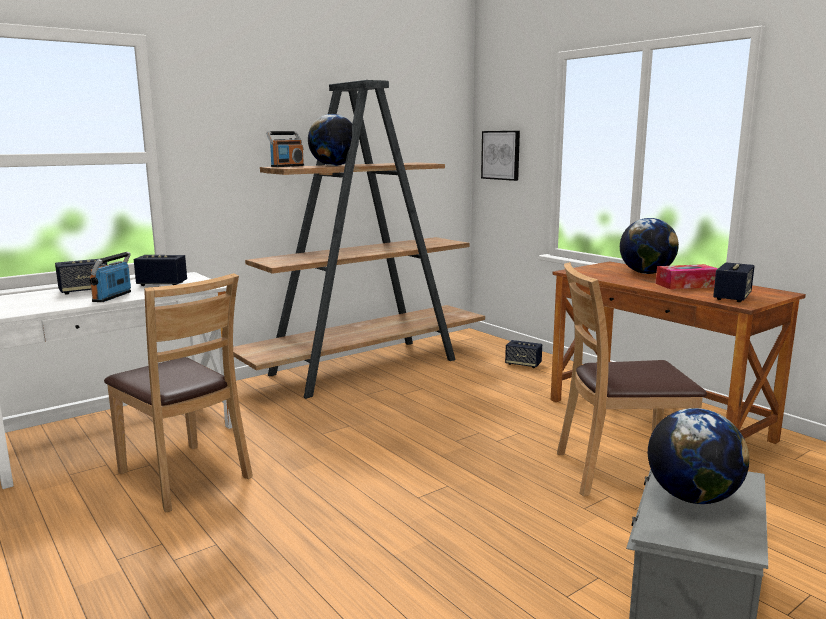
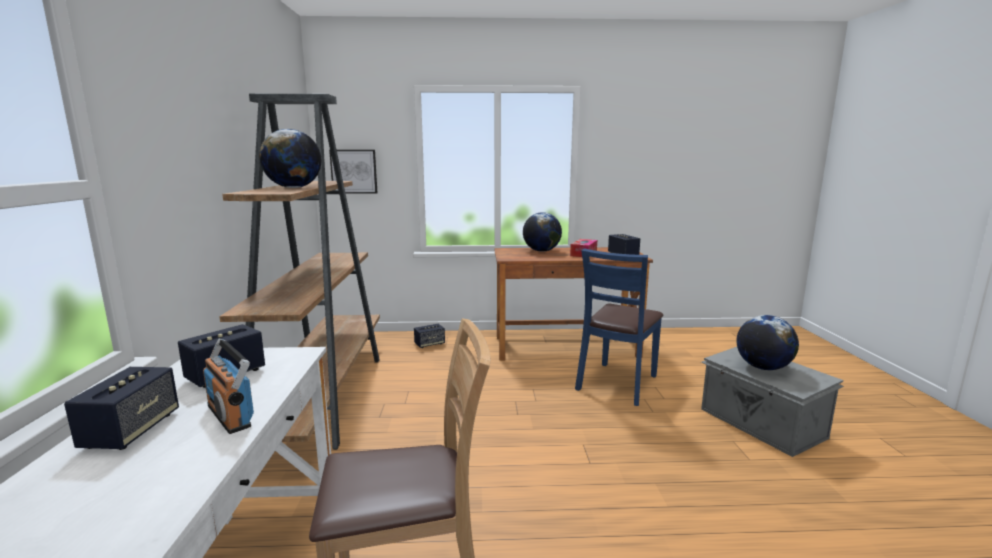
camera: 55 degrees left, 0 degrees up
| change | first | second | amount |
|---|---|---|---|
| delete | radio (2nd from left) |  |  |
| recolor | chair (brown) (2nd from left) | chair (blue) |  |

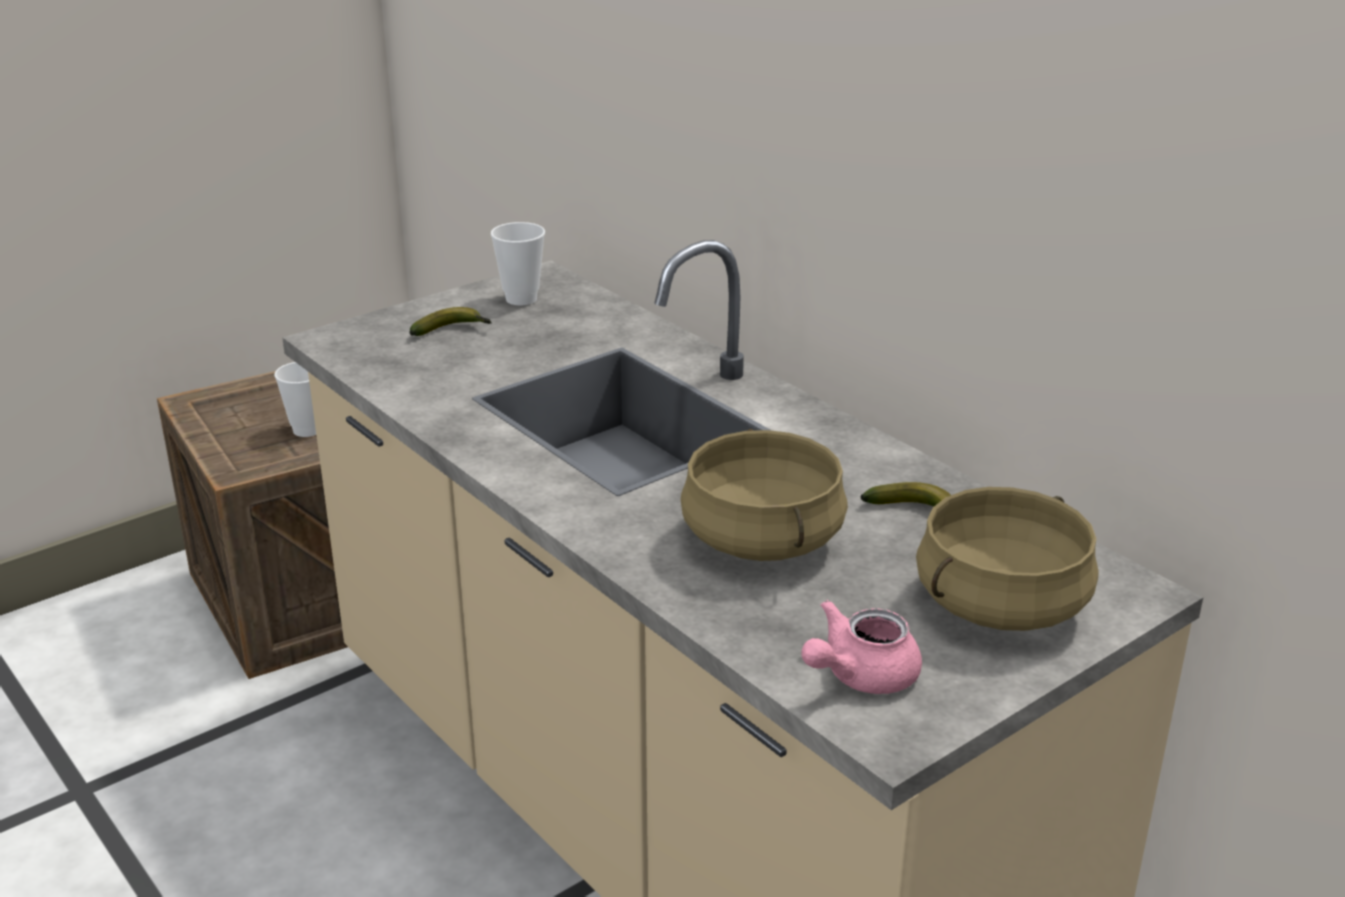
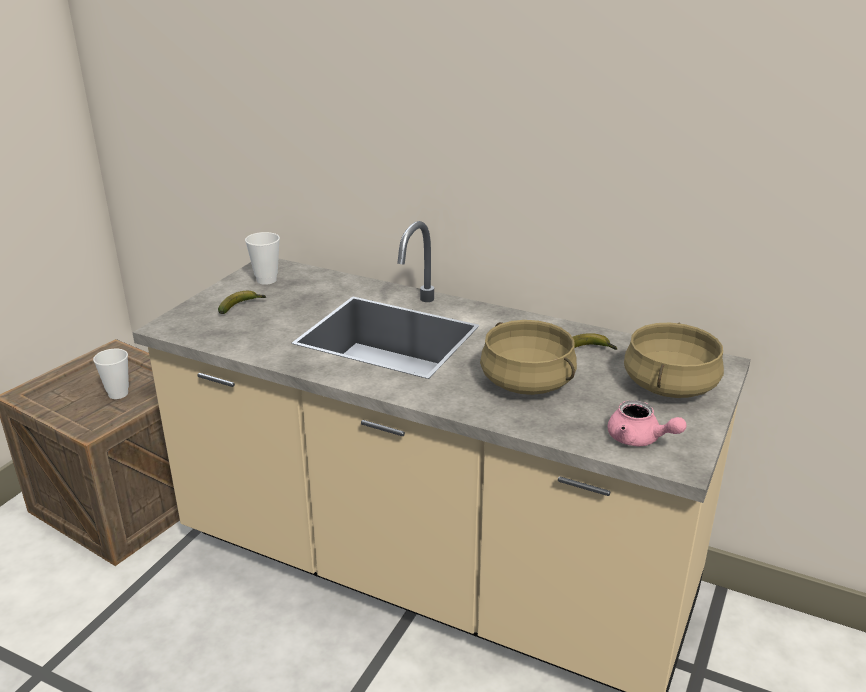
camera: 25 degrees left, 0 degrees up
| change | first | second | amount |
|---|---|---|---|
| rotate | teapot (pink) |  | 75 degrees counterclockwise |

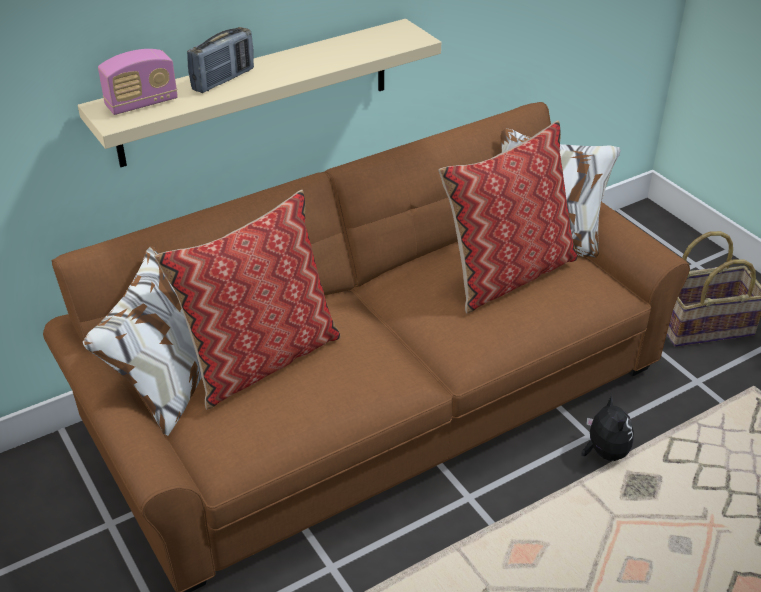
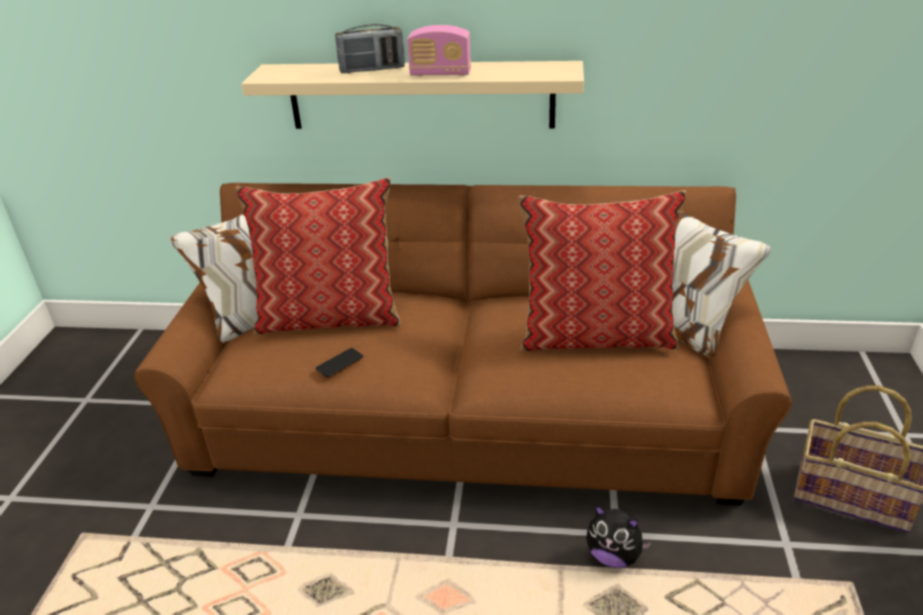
camera: 40 degrees right, 5 degrees down
| change | first | second | amount |
|---|---|---|---|
| insert |  | phone |  |
| move | radio (1st from left in the first image) | radio (2nd from left) |  |
| rotate | plush toy |  | 90 degrees clockwise |

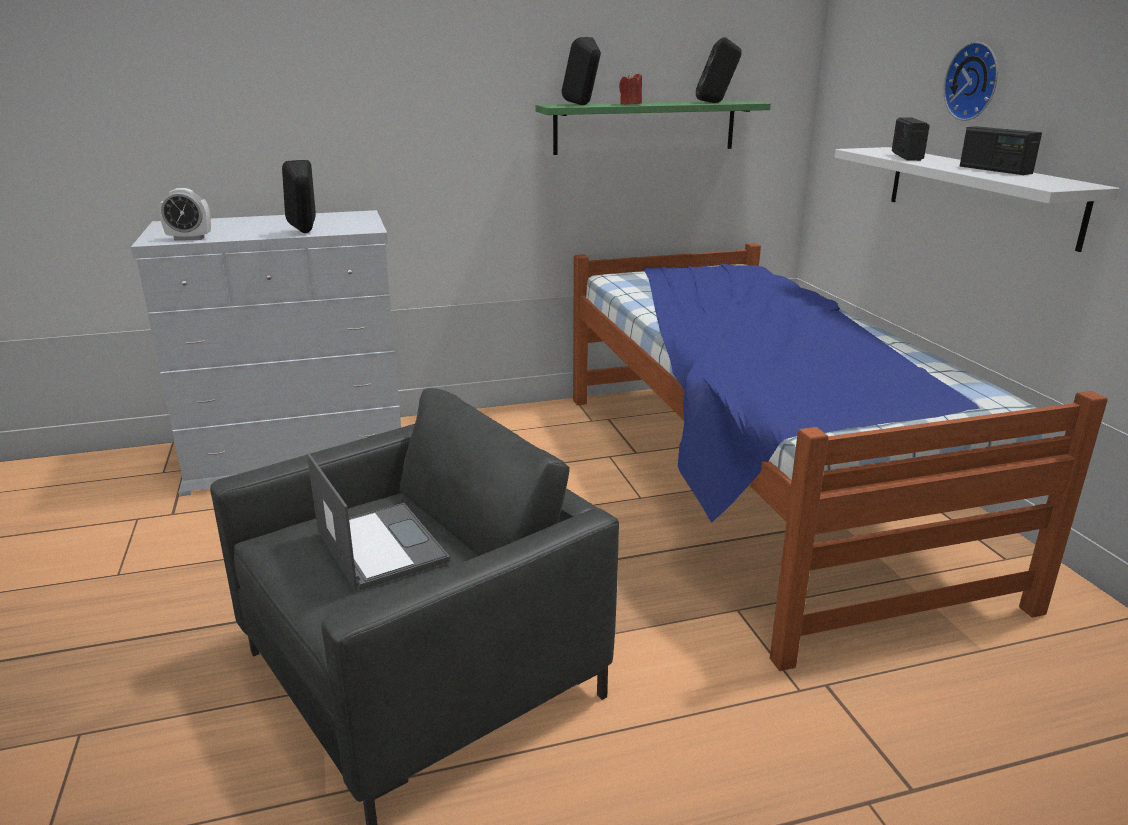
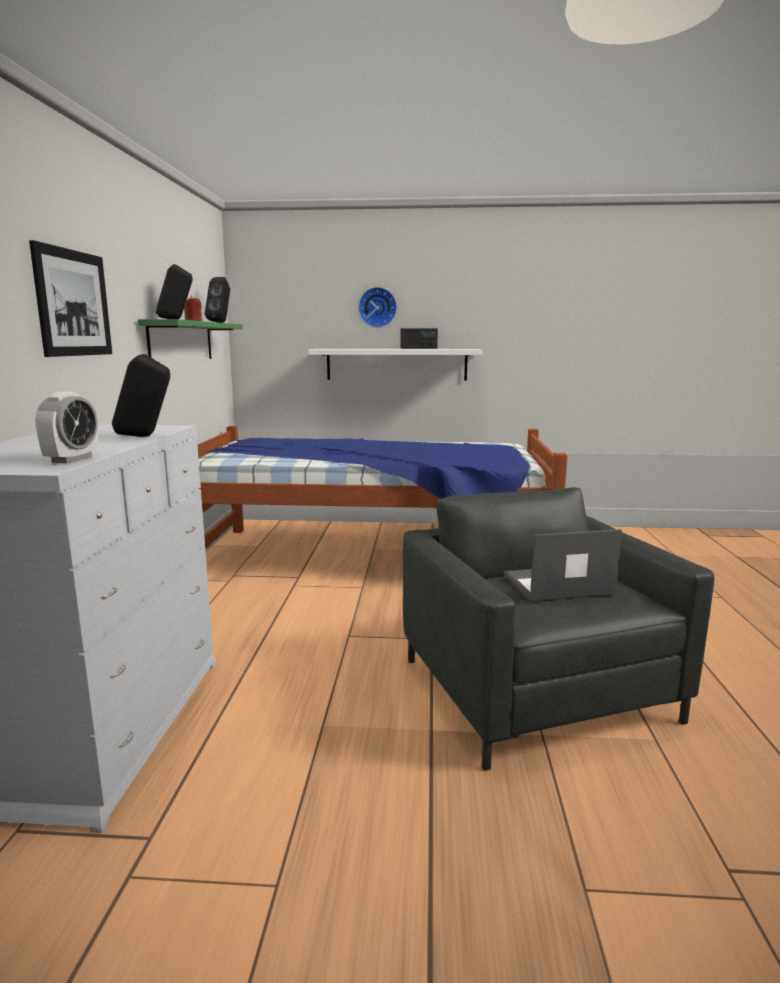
camera: 70 degrees left, 10 degrees down
| change | first | second | amount |
|---|---|---|---|
| delete | radio (1st from left) |  |  |
| insert |  | picture |  |

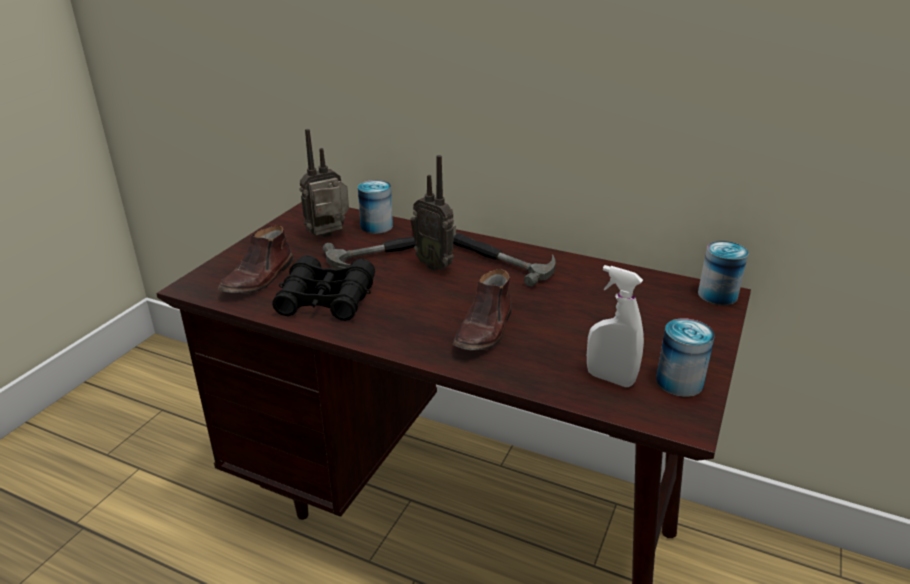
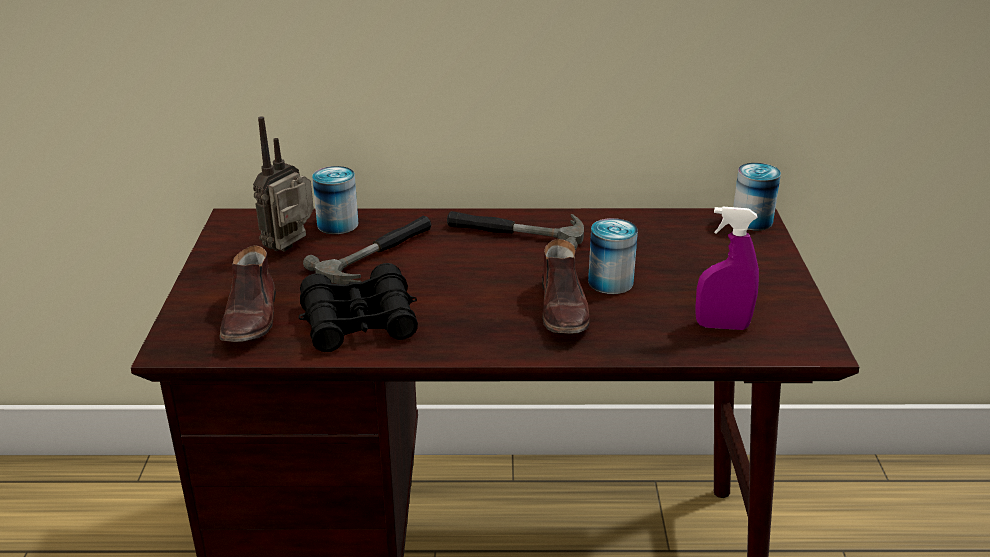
camera: 25 degrees left, 0 degrees up
| change | first | second | amount |
|---|---|---|---|
| delete | radio (2nd from left) |  |  |
| move | can (2nd from left) |  |  |
| recolor | spray bottle (white) | spray bottle (purple) |  |

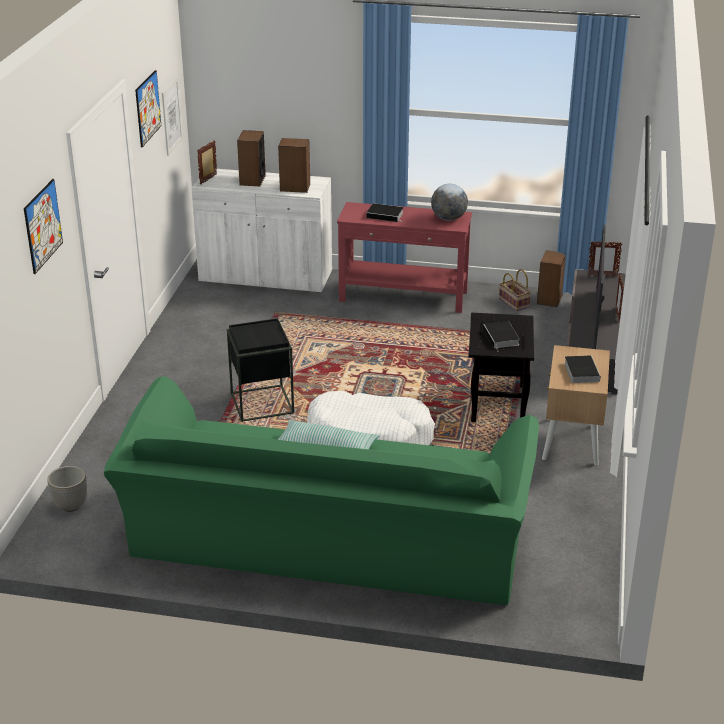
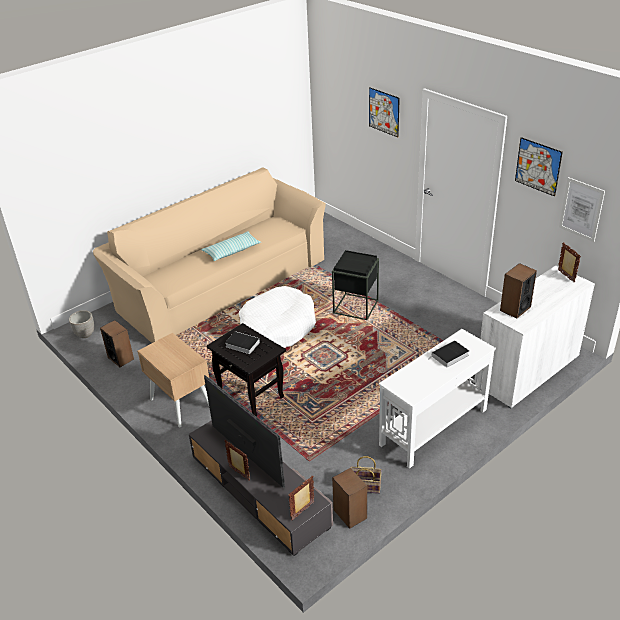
camera: 130 degrees right, 5 degrees up
| change | first | second | amount |
|---|---|---|---|
| delete | globe |  |  |
| delete | book (3rd from left) |  |  |
| move | planter |  |  |
| move | speaker (1st from left) |  |  |
| recolor | sofa (green) | sofa (beige) |  |
| recolor | console table (red) | console table (white) |  |

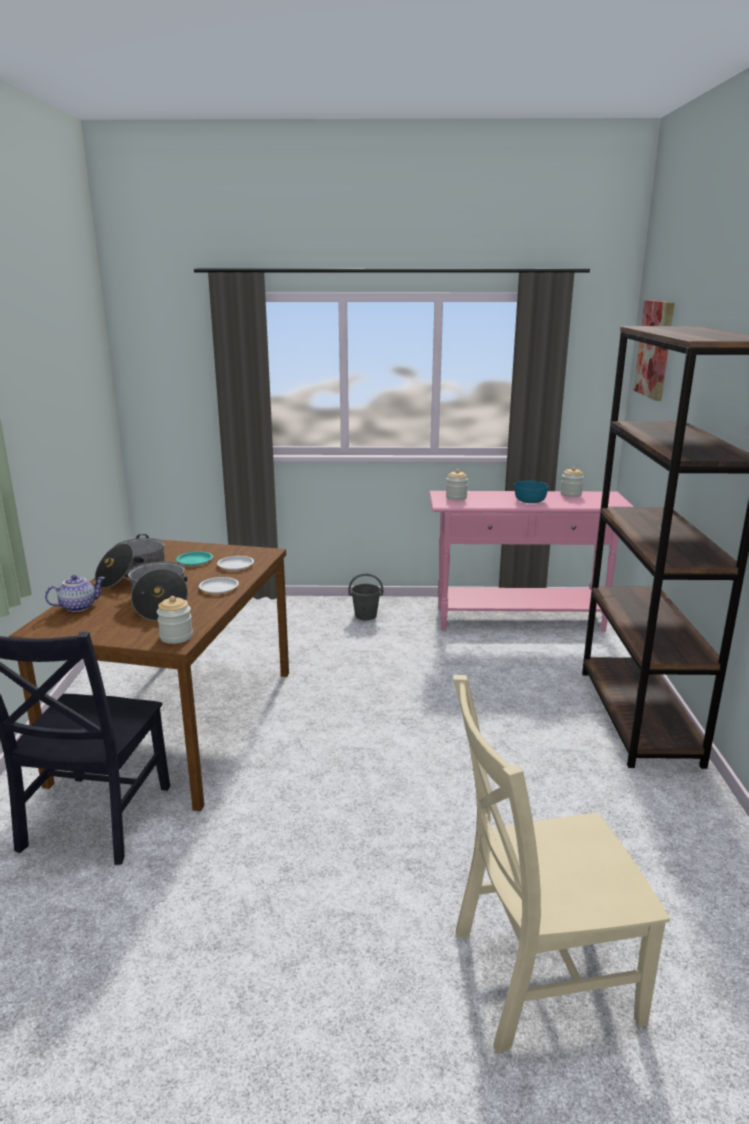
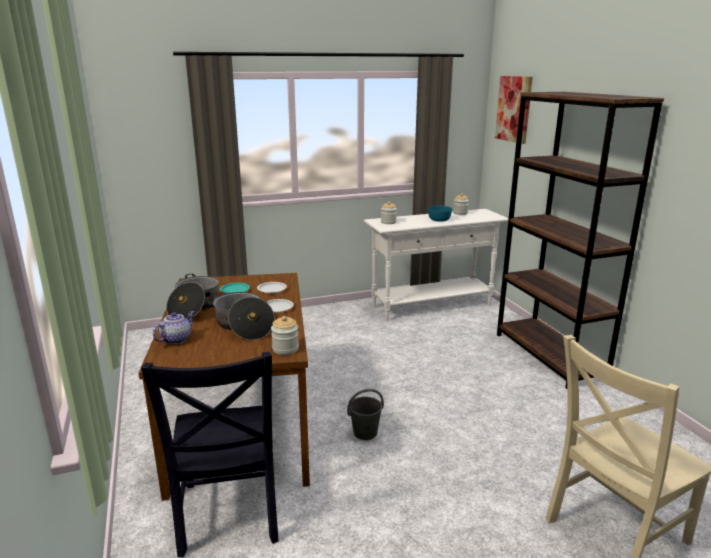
camera: 20 degrees left, 0 degrees up
| change | first | second | amount |
|---|---|---|---|
| move | bucket (grey) |  |  |
| recolor | console table (pink) | console table (white) |  |

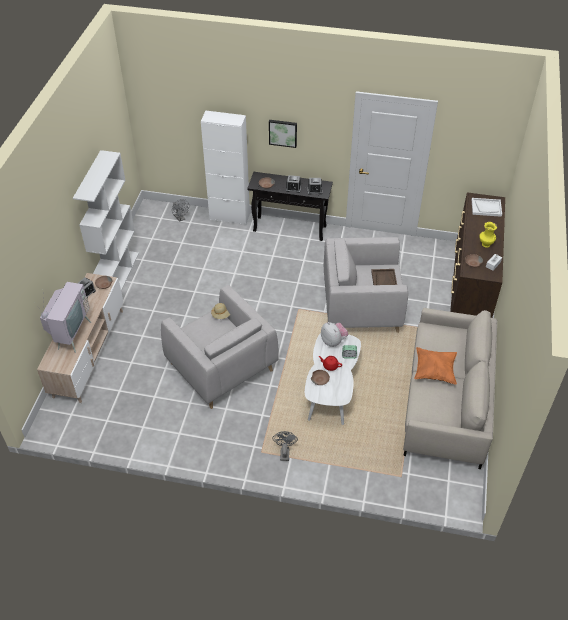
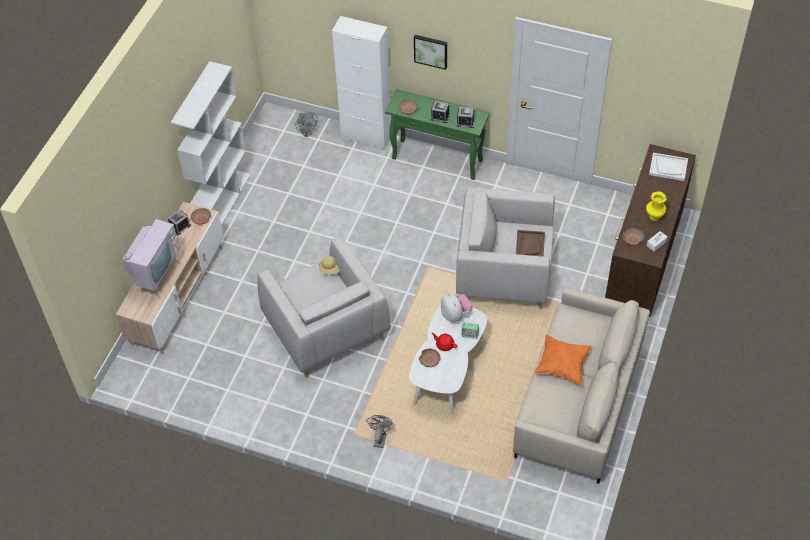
camera: 10 degrees right, 5 degrees up
| change | first | second | amount |
|---|---|---|---|
| recolor | console table (black) | console table (green) |  |

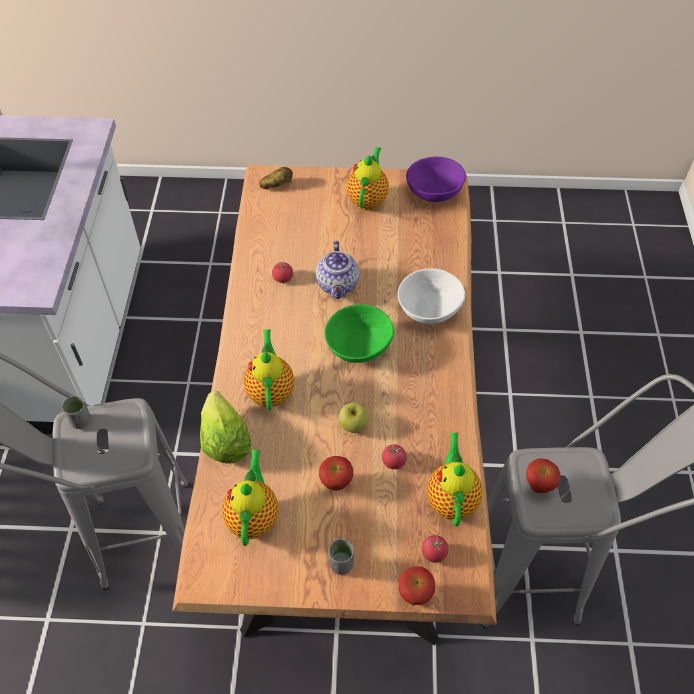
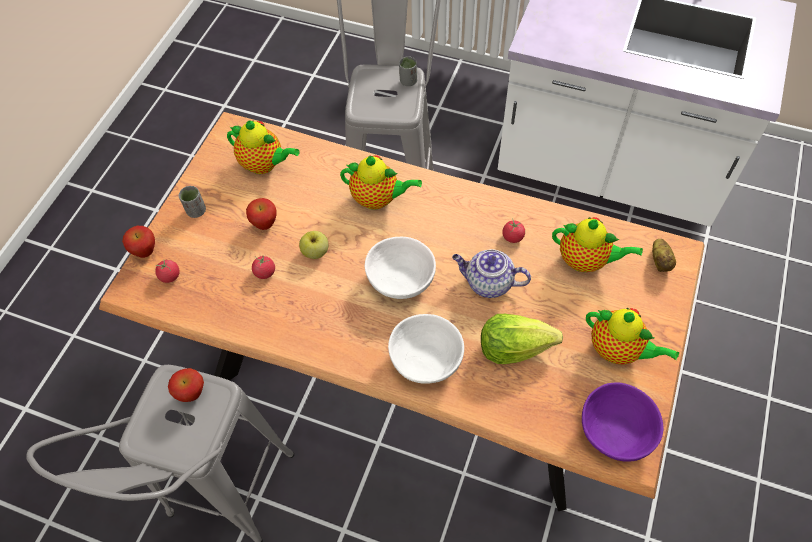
camera: 110 degrees right, 5 degrees up
| change | first | second | amount |
|---|---|---|---|
| move | lettuce |  |  |
| move | teapot (5th from left in the first image) | teapot (4th from left) |  |
| recolor | bowl (green) | bowl (white) (1st from left) |  |

